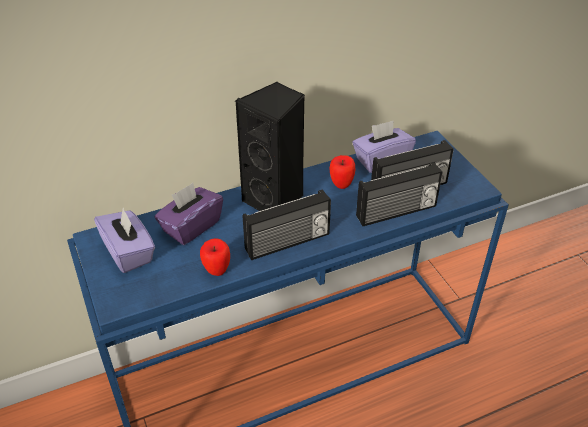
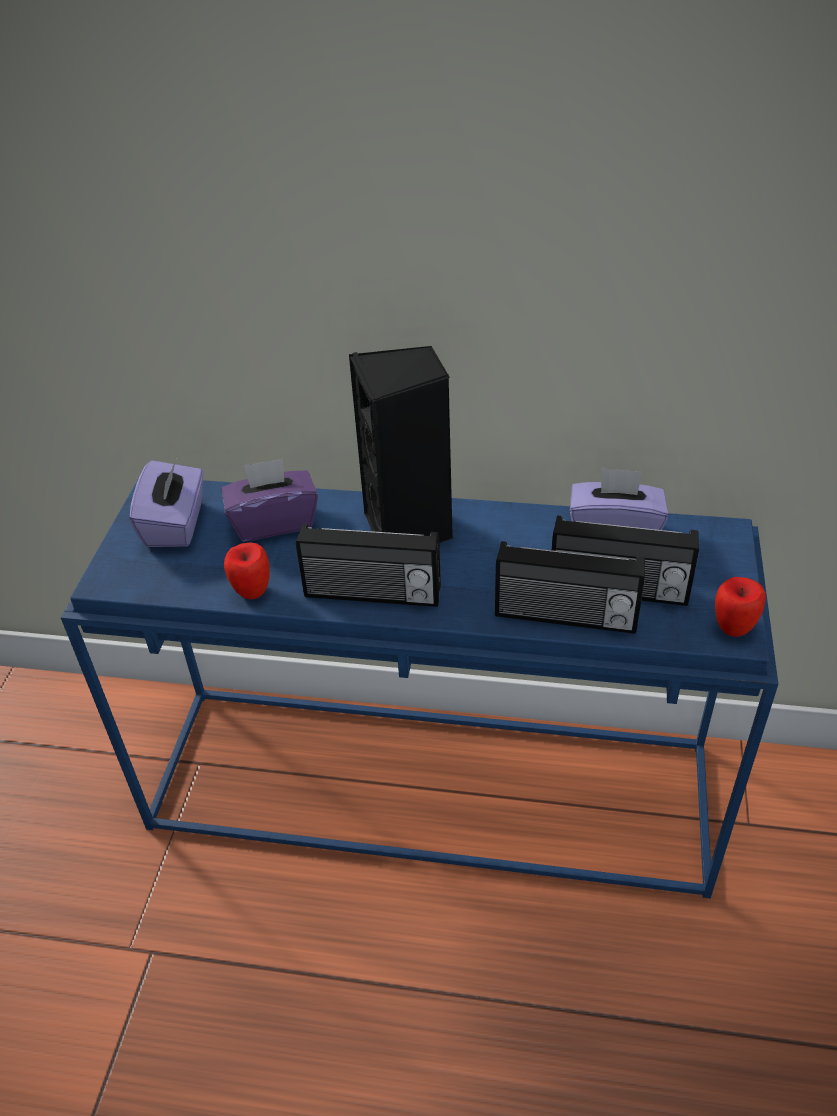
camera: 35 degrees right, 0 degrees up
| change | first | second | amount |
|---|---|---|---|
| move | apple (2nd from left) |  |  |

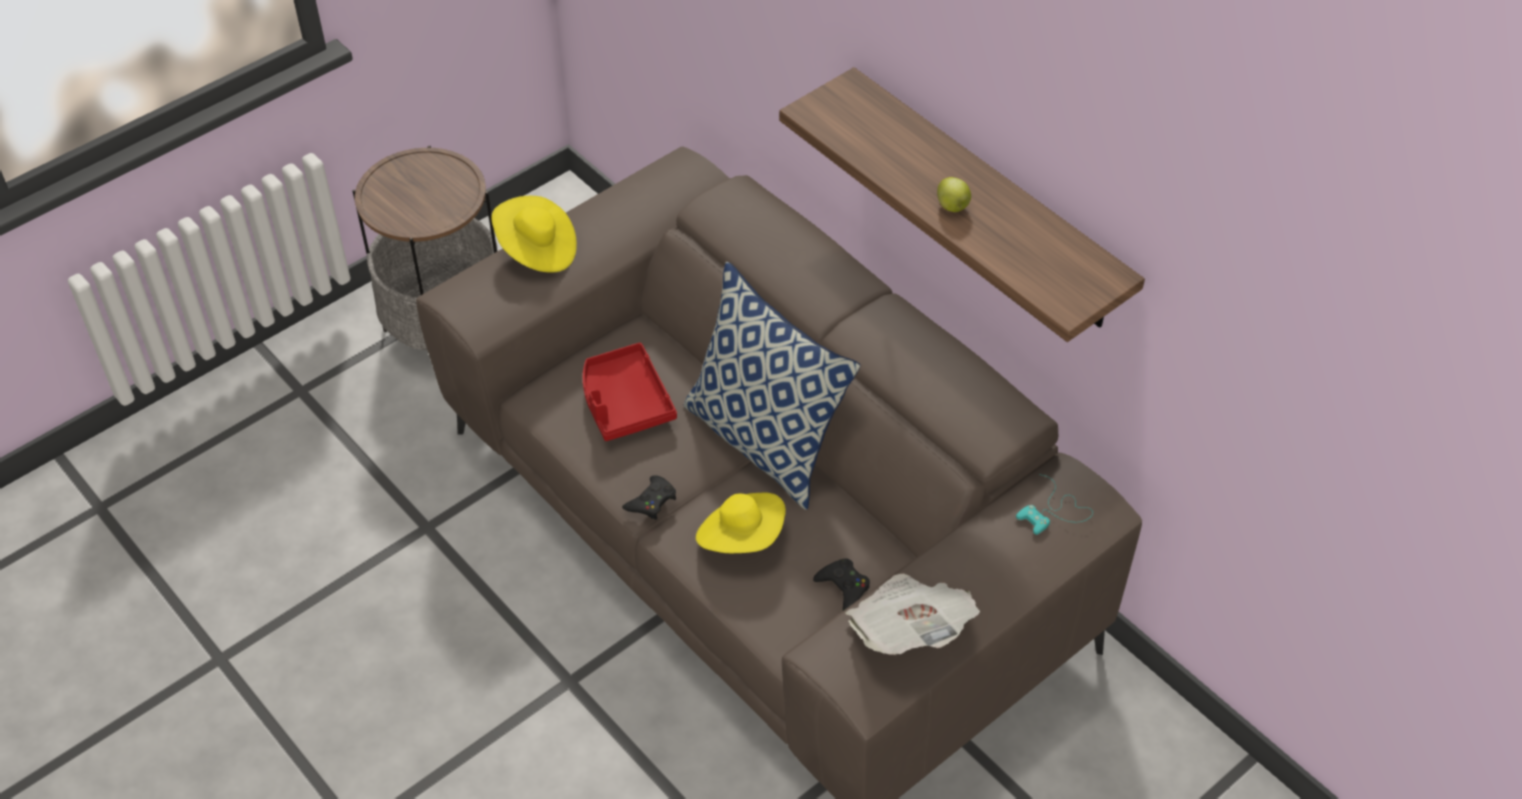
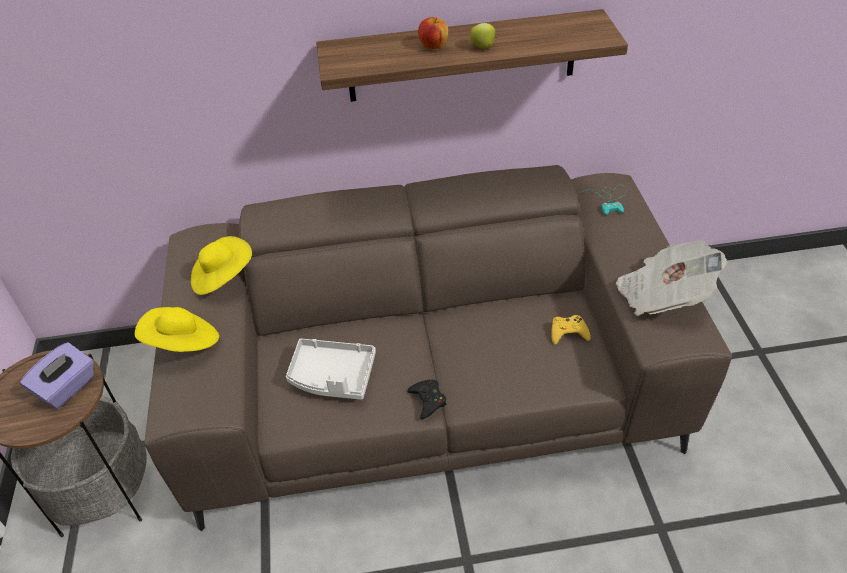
camera: 55 degrees left, 5 degrees down
| change | first | second | amount |
|---|---|---|---|
| delete | pillow |  |  |
| insert |  | tissue box (purple) |  |
| insert |  | apple (1st from left) |  |
| move | hat (yellow) (2nd from left) |  |  |
| recolor | tray (red) | tray (white) |  |
| recolor | game controller (black) (2nd from left) | game controller (yellow) |  |

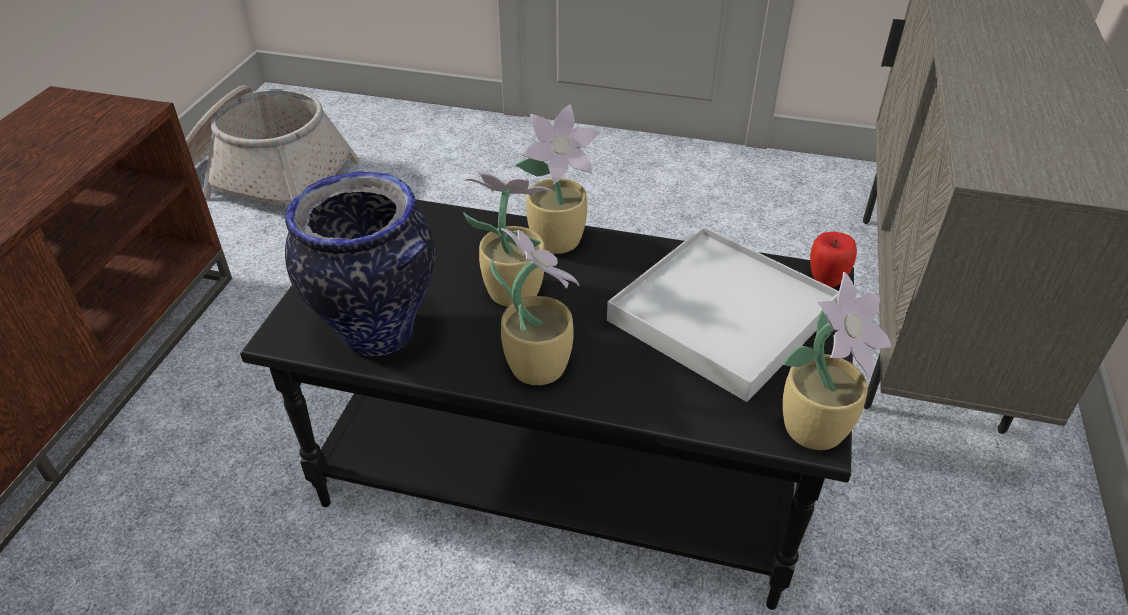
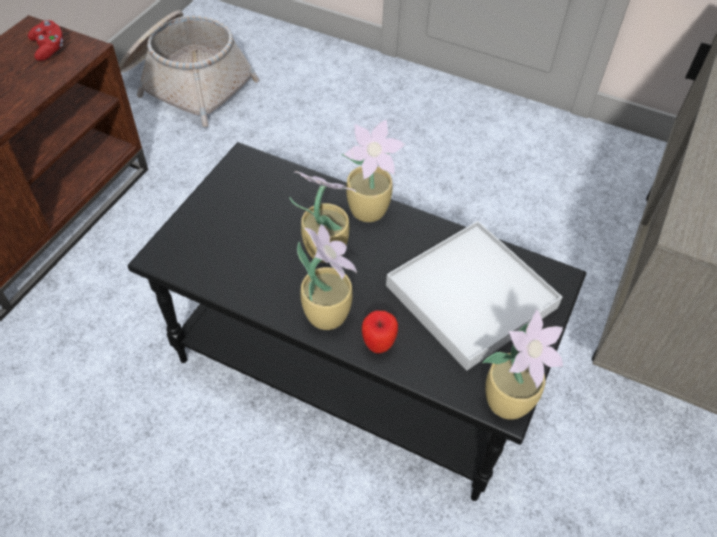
camera: 10 degrees right, 10 degrees up
| change | first | second | amount |
|---|---|---|---|
| delete | vase |  |  |
| insert |  | game controller (red) |  |
| move | apple |  |  |

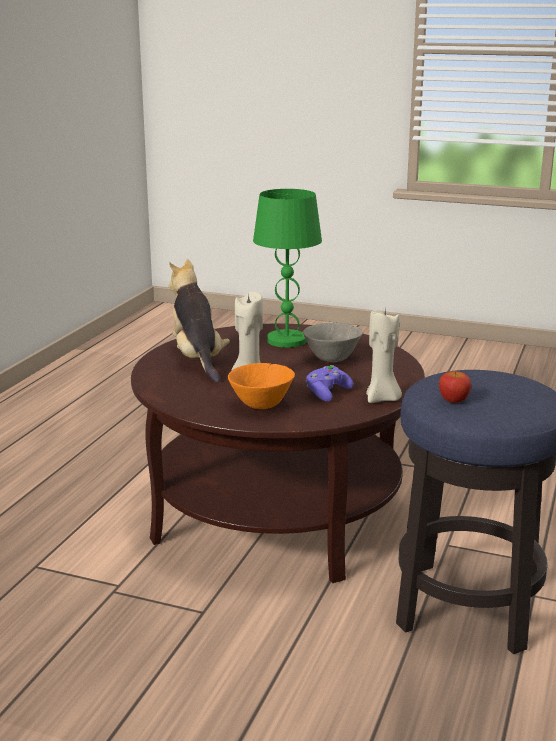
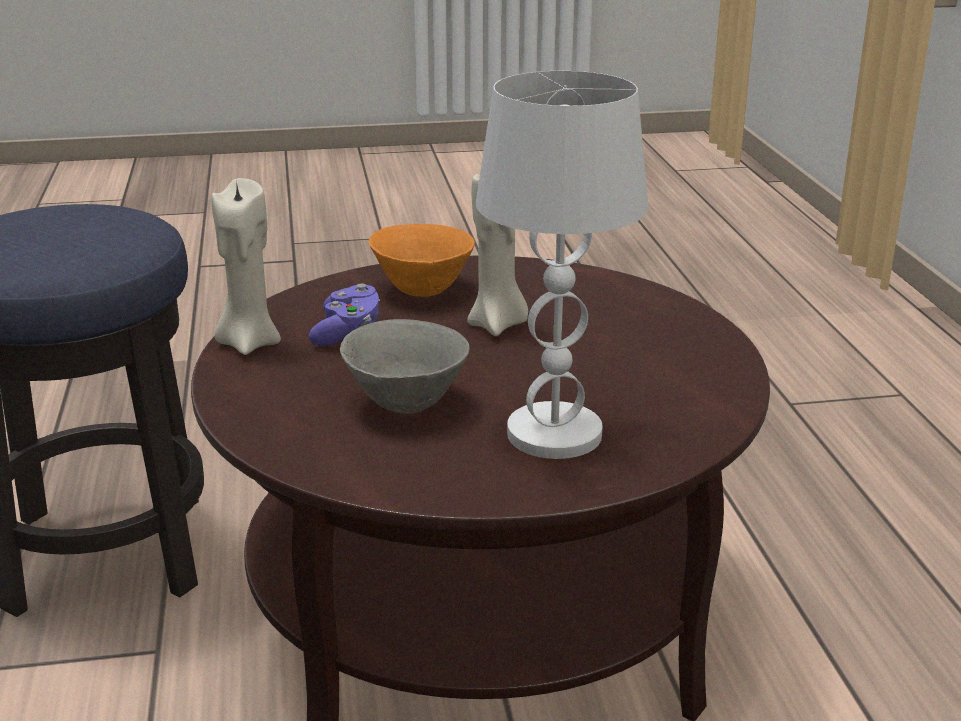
camera: 150 degrees right, 5 degrees up
| change | first | second | amount |
|---|---|---|---|
| delete | plush toy |  |  |
| delete | apple |  |  |
| recolor | table lamp (green) | table lamp (white) |  |

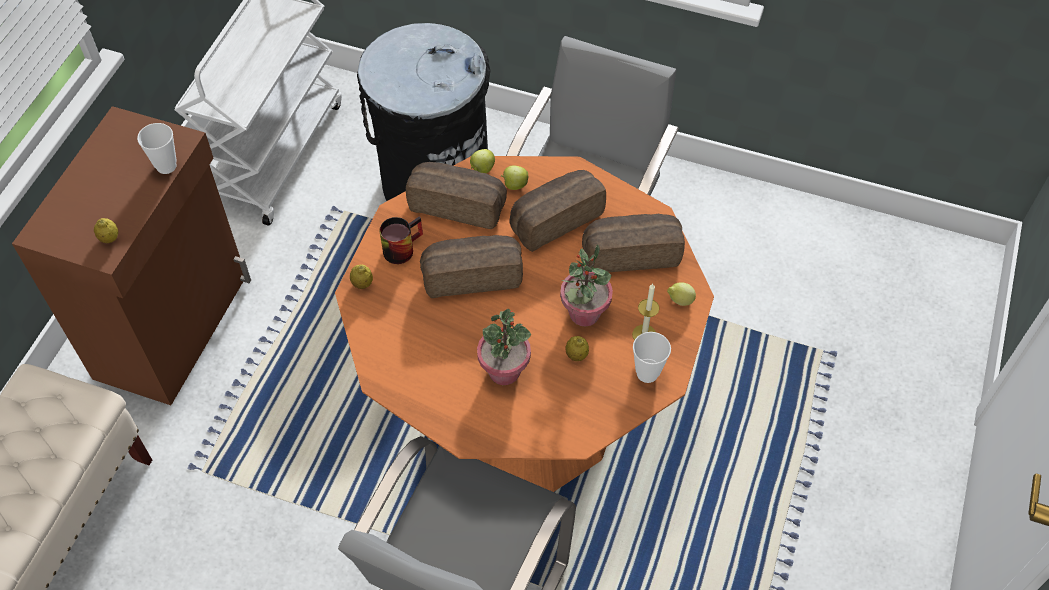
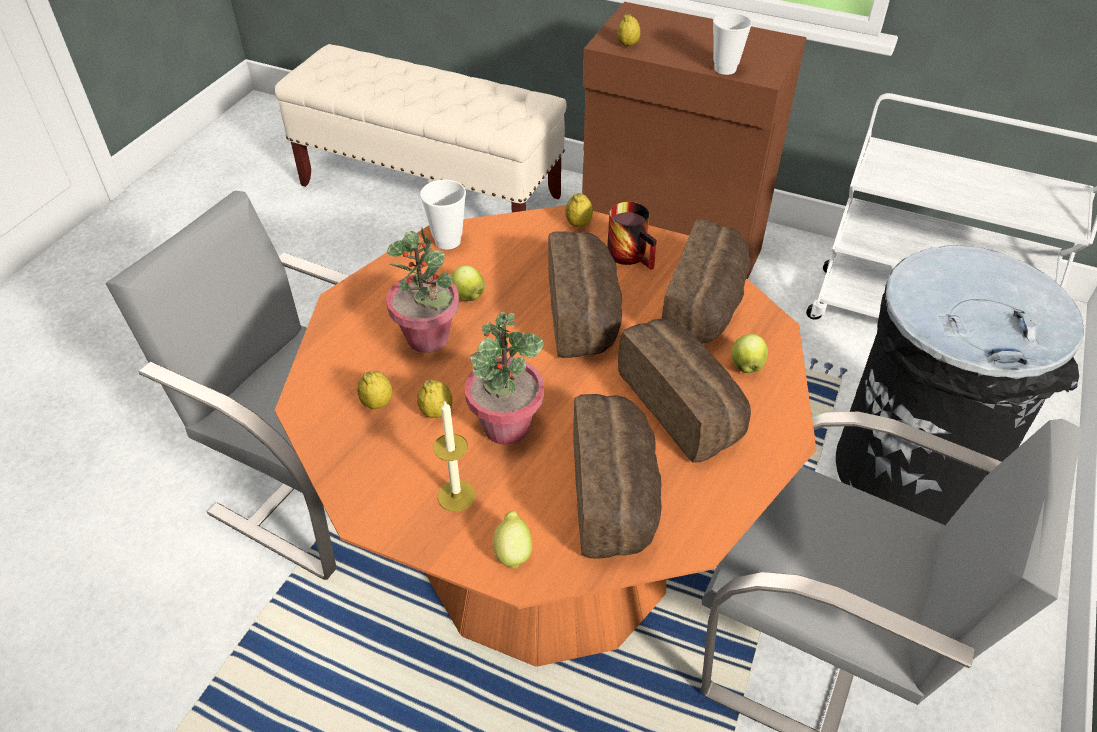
camera: 95 degrees right, 10 degrees down
| change | first | second | amount |
|---|---|---|---|
| insert |  | lemon (1st from left) |  |
| move | apple (1st from left) |  |  |
| move | cup (2nd from left in the first image) | cup (1st from left) |  |

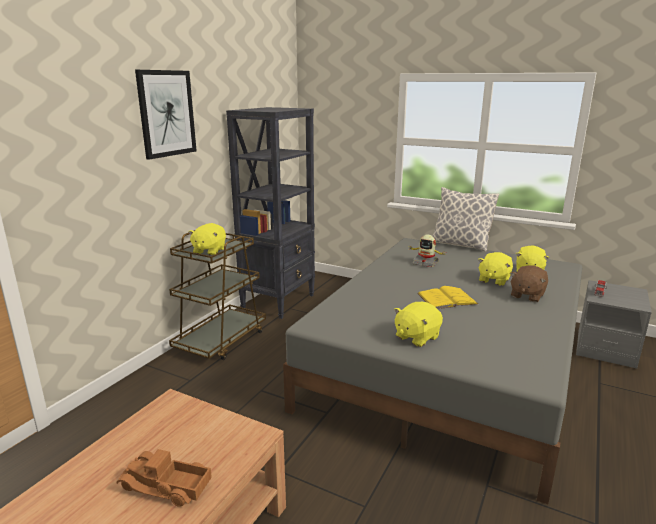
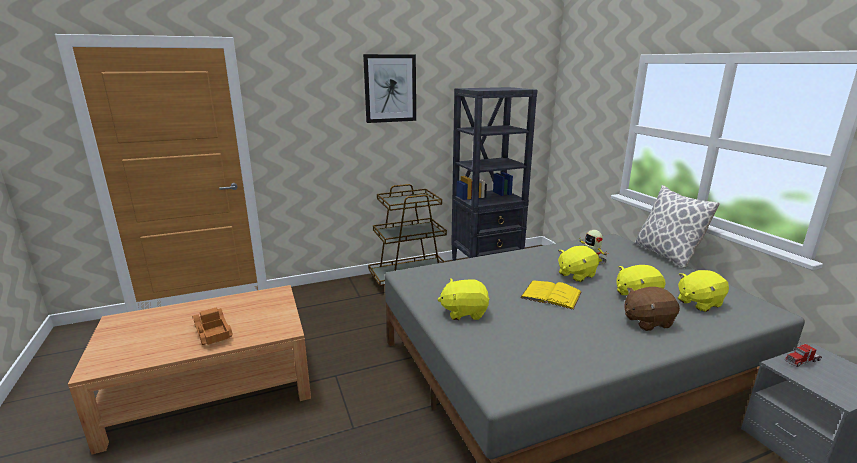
camera: 40 degrees right, 0 degrees up
| change | first | second | amount |
|---|---|---|---|
| move | plush toy (yellow) (1st from left in the first image) | plush toy (yellow) (2nd from left) |  |

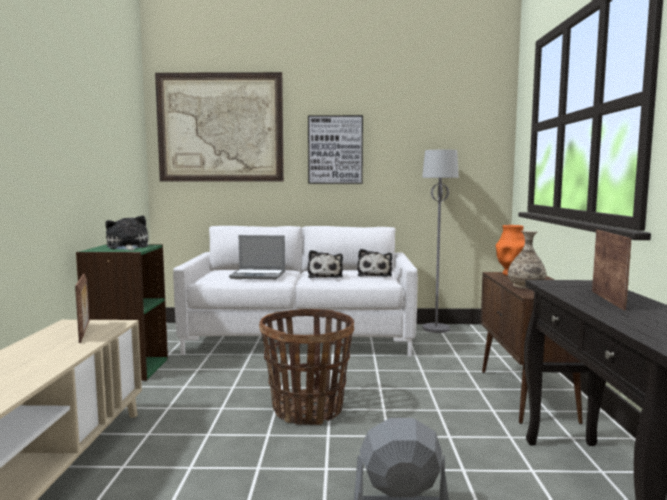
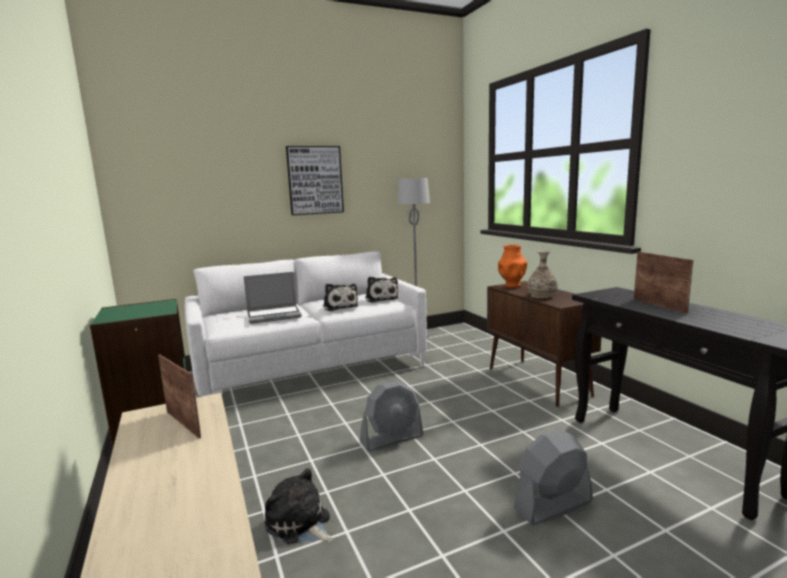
camera: 25 degrees left, 5 degrees up
| change | first | second | amount |
|---|---|---|---|
| delete | picture (1st from left) |  |  |
| move | plush toy (1st from left) |  |  |
| replace | basket | fan (grey) (1st from left) |  |

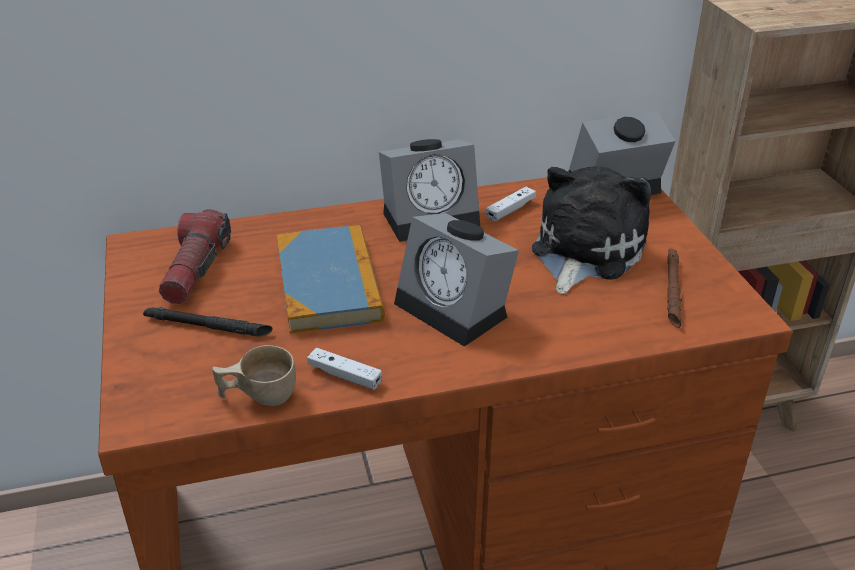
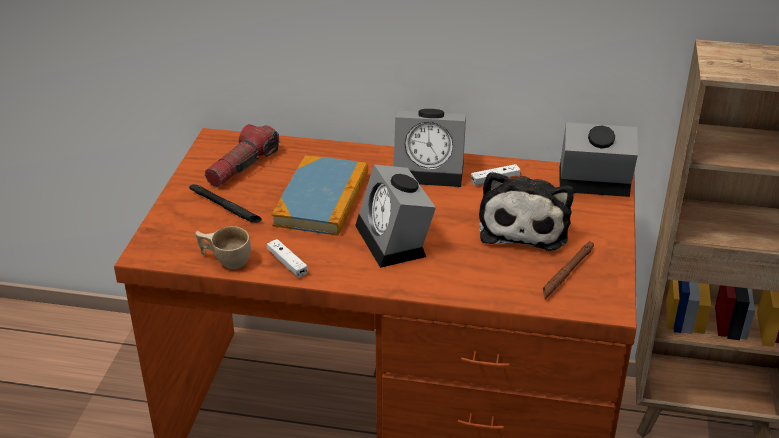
camera: 25 degrees right, 0 degrees up
| change | first | second | amount |
|---|---|---|---|
| rotate | plush toy |  | 135 degrees clockwise |

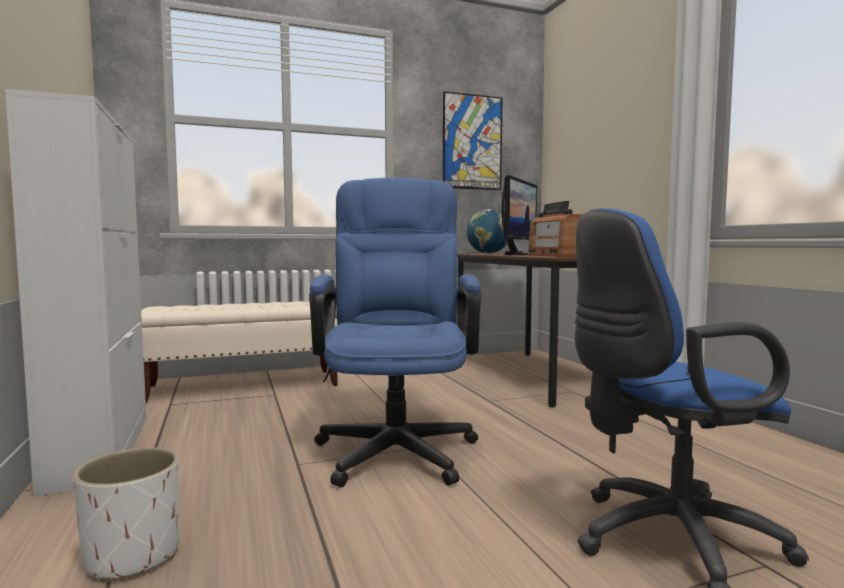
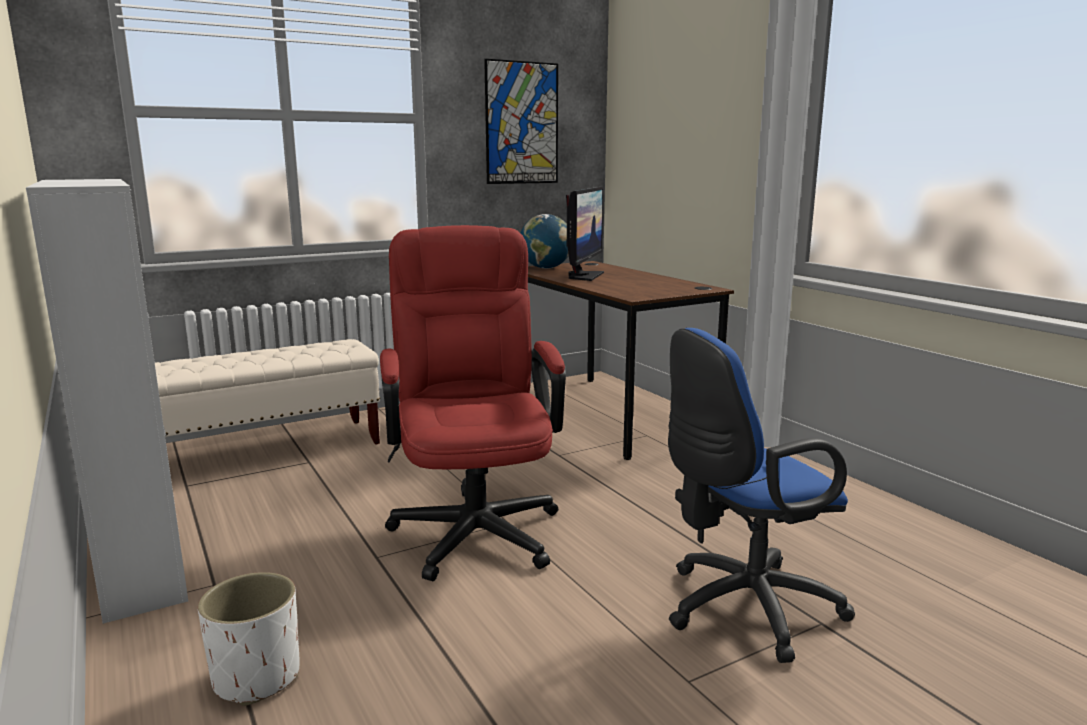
camera: 10 degrees left, 10 degrees up
| change | first | second | amount |
|---|---|---|---|
| delete | radio |  |  |
| recolor | office chair (blue) (1st from left) | office chair (red) |  |

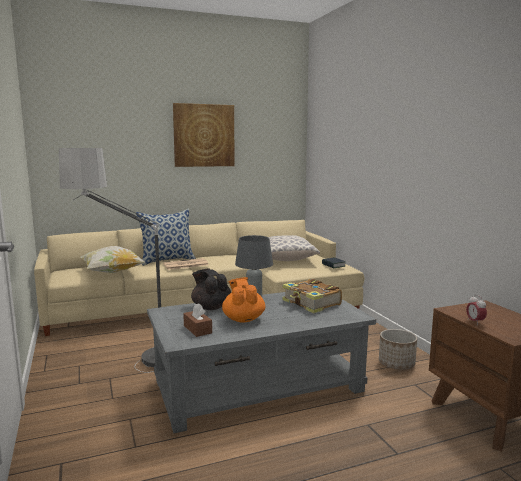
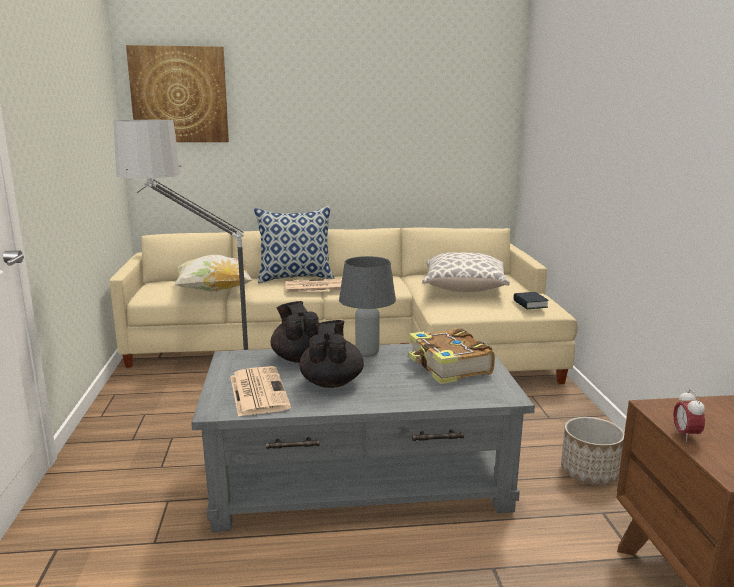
camera: 15 degrees right, 5 degrees up
| change | first | second | amount |
|---|---|---|---|
| move | picture |  |  |
| replace | tissue box (brown) | newspaper (1st from left) |  |
| recolor | teapot (orange) | teapot (black) (2nd from left) |  |

